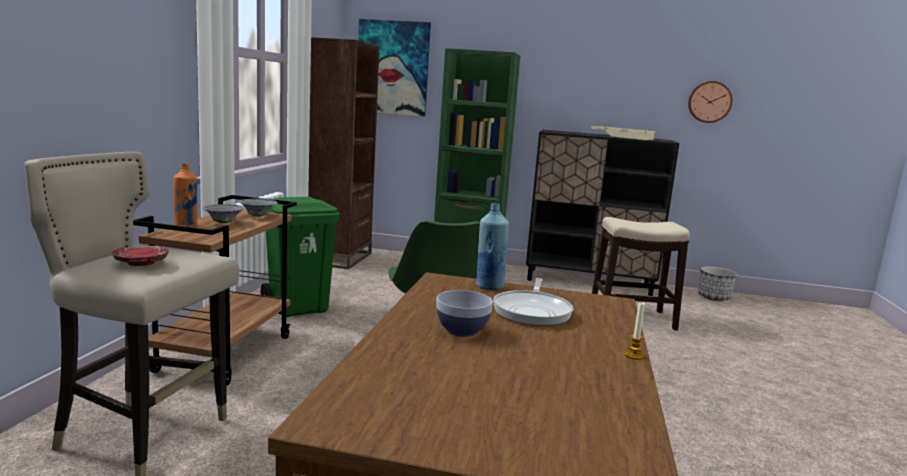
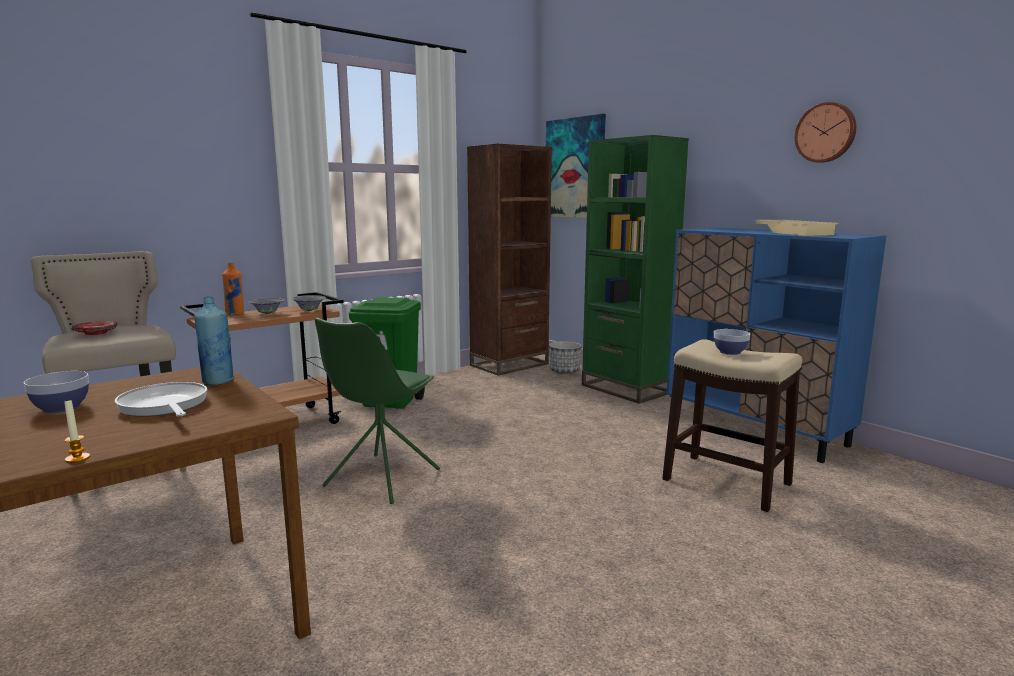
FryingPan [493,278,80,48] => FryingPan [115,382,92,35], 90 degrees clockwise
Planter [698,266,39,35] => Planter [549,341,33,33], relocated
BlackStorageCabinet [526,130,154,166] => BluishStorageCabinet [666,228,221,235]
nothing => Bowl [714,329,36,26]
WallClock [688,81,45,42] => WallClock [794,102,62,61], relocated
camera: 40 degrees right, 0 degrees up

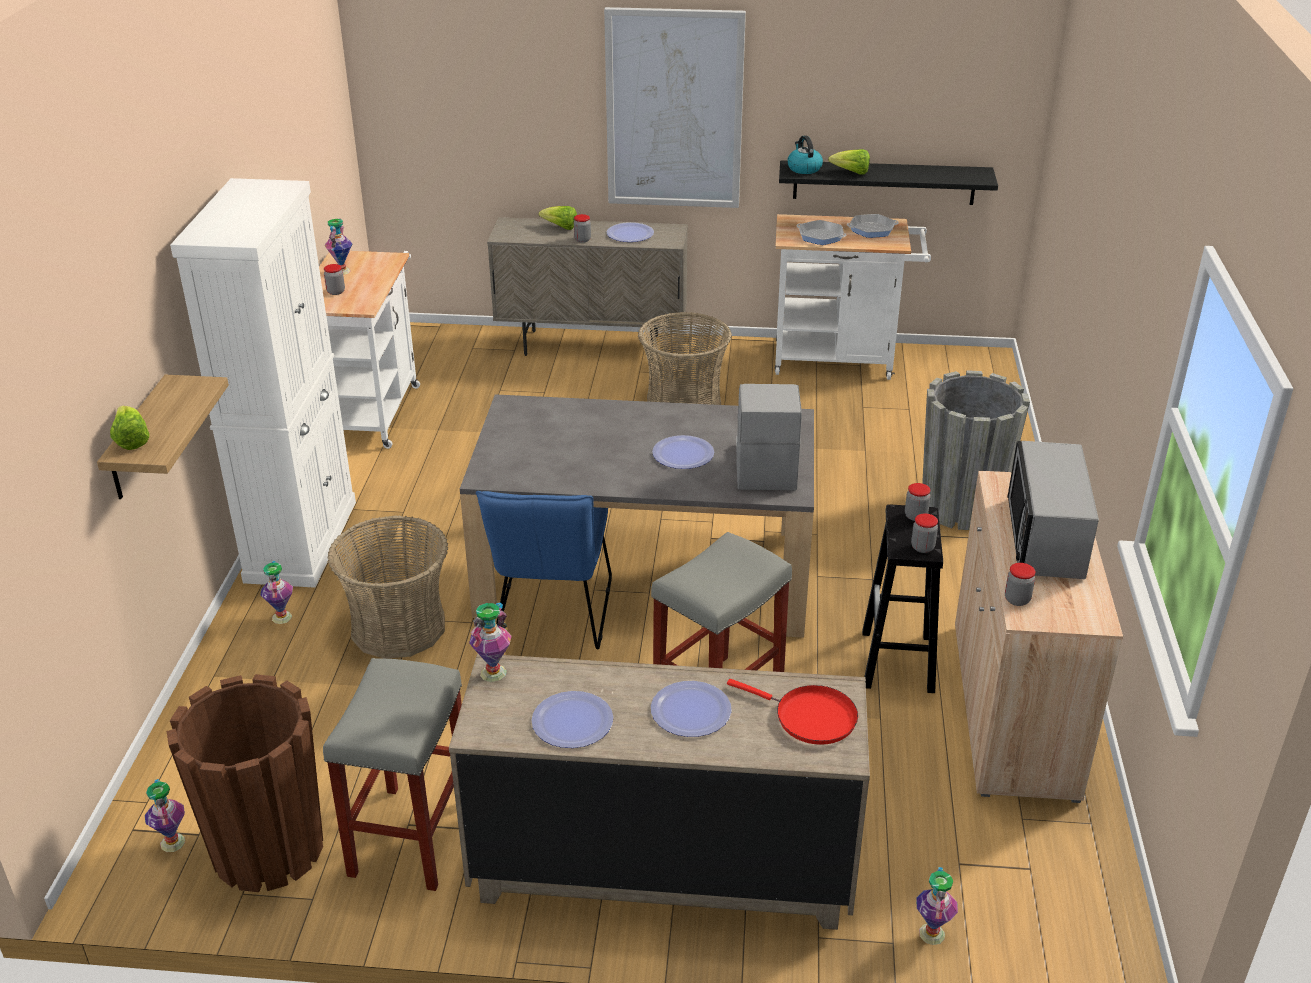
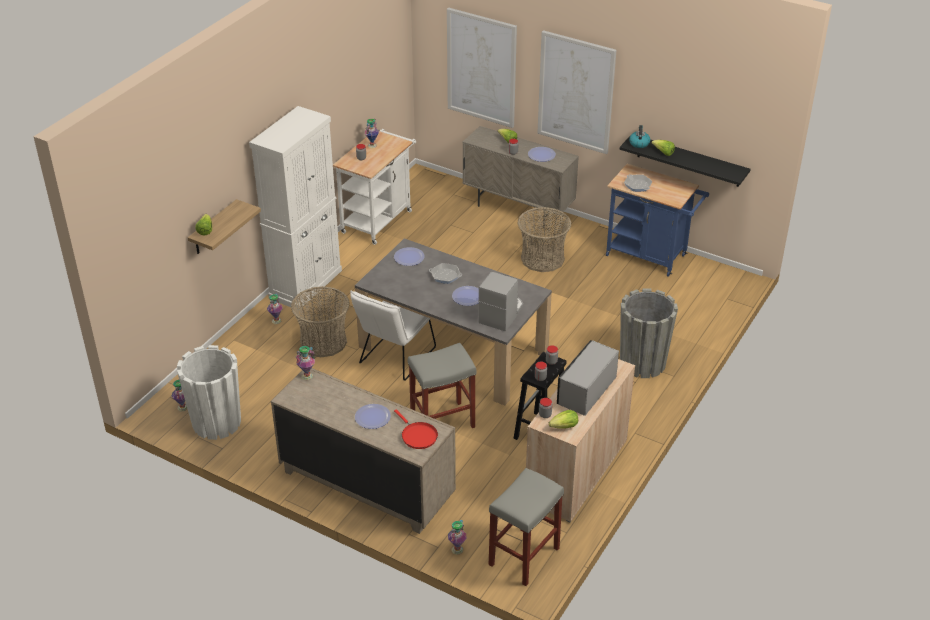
BrownishPlanter [167,674,156,218] => WhiteColouredPlanter [177,345,64,95]
BluishChair [476,491,136,159] => WhiteColouredChair [350,291,86,90]
Plate [531,691,82,57] => Plate [394,247,31,19], relocated
FryingPan [847,214,52,24] => FryingPan [429,263,33,21], relocated
nothing => Picture [447,8,70,120]
GraySittingStool [323,658,139,233] => GraySittingStool [489,468,75,118], relocated
nothing => LettuceHead [549,410,29,19]
WhiteColouredCart [775,214,156,166] => BluishCart [606,164,103,113]
camera: 25 degrees right, 5 degrees up

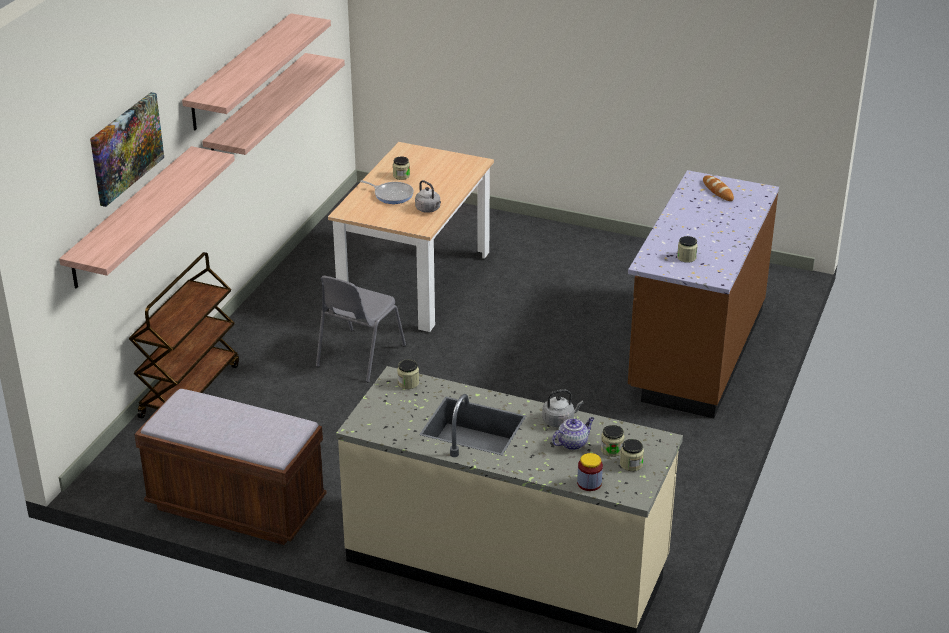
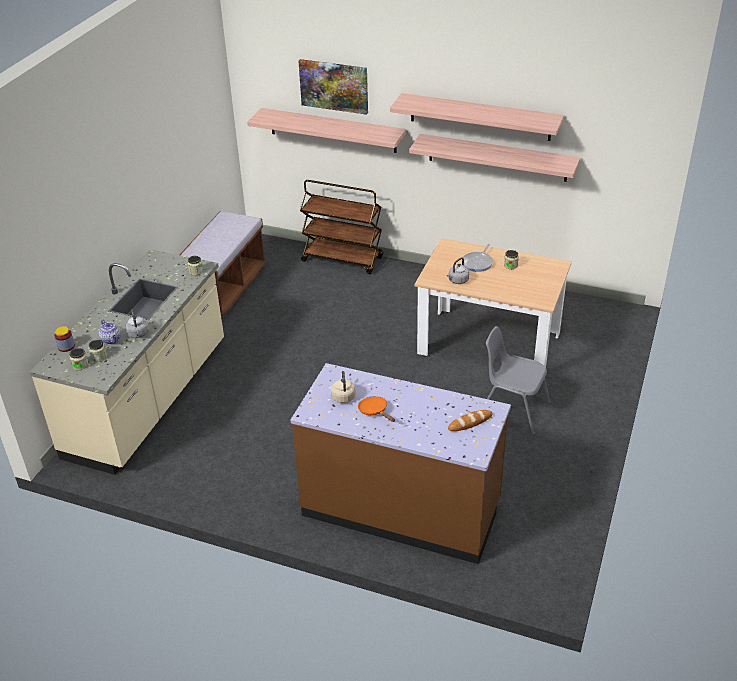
PreserveJar [677,236,21,27] => BeigeColouredKettle [331,371,25,32]
nothing => OrangeColouredFryingPan [358,396,37,26]
GrayChair [316,276,90,106] => GrayChair [486,326,64,109], relocated
camera: 90 degrees right, 5 degrees up

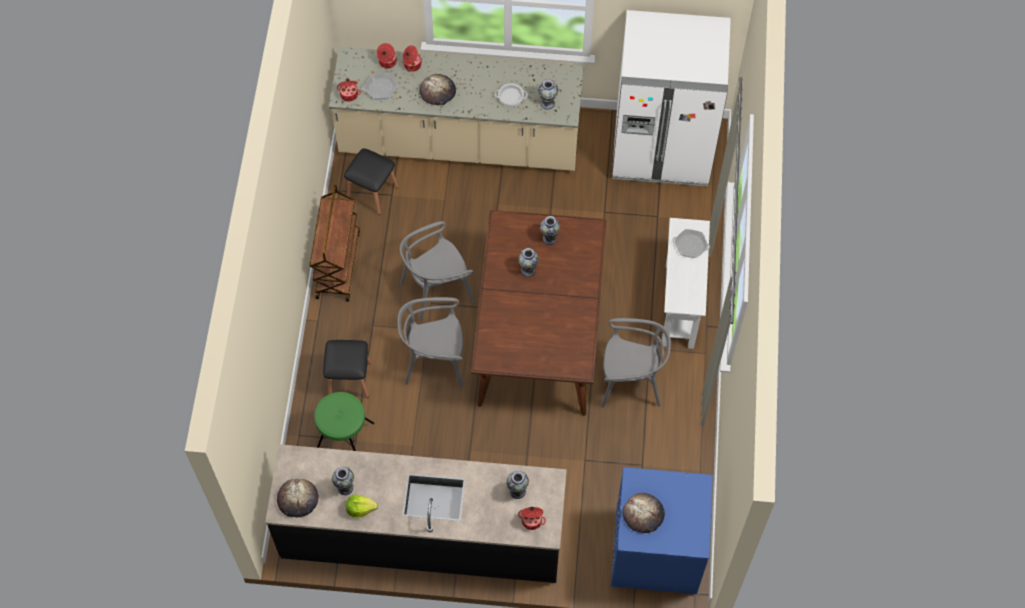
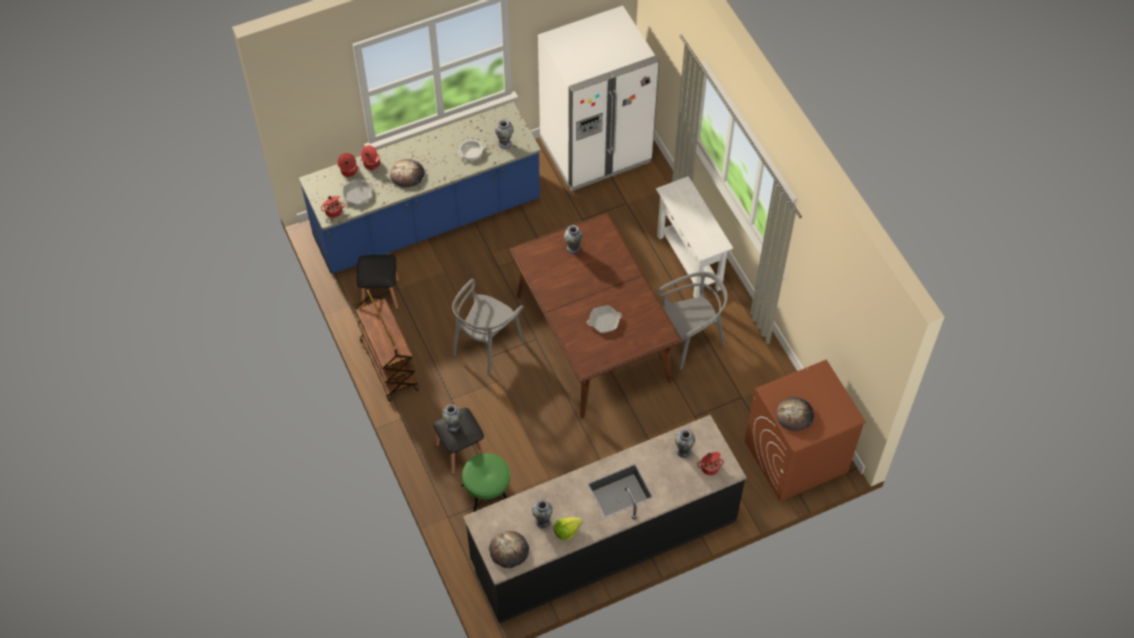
BeigeColouredKitchenBaseUnit [329,47,255,124] => BluishKitchenBaseUnit [299,102,242,172]
DecorativeVase [518,248,21,29] => DecorativeVase [442,404,20,28], relocated
FryingPan [672,229,38,29] => FryingPan [587,305,35,28], relocated
BluishWashingMachine [611,467,102,127] => BrownishWashingMachine [745,360,121,141]
GrayChair [398,297,66,90] => nothing
camera: 30 degrees left, 5 degrees down

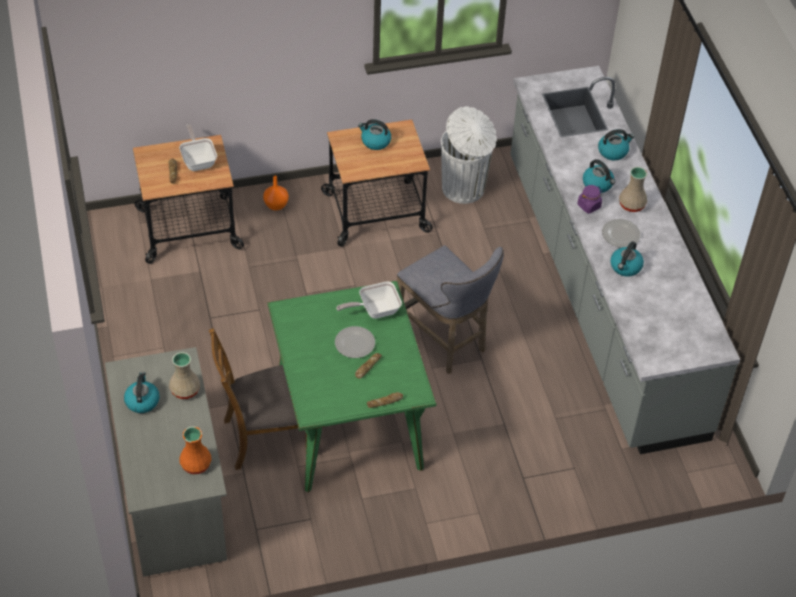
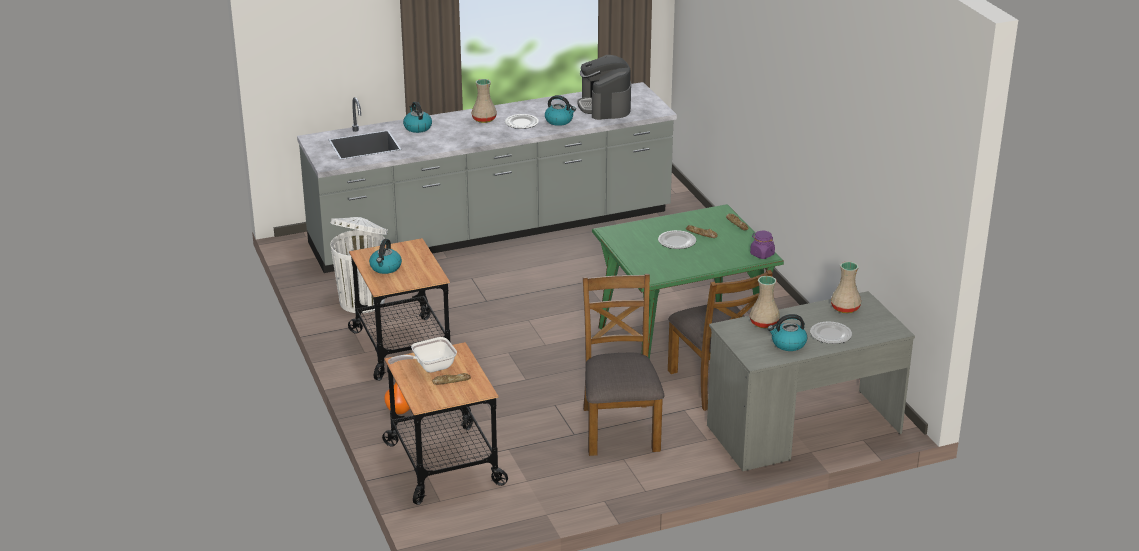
nothing => CoffeeMaker [577,55,54,65]
nothing => BrownishChair [583,274,81,182]
PurpleColouredPreserveJar [578,185,24,29] => PurpleColouredPreserveJar [750,231,25,28], relocated
nothing => Plate [810,321,42,23]
OrangeColouredDecorativeVase [179,426,33,48] => BeigeColouredDecorativeVase [831,261,30,52]
FryingPan [336,281,66,38] => nothing
GraySittingStool [397,245,107,129] => nothing
Kettle [583,159,32,34] => nothing
camera: 95 degrees left, 20 degrees down

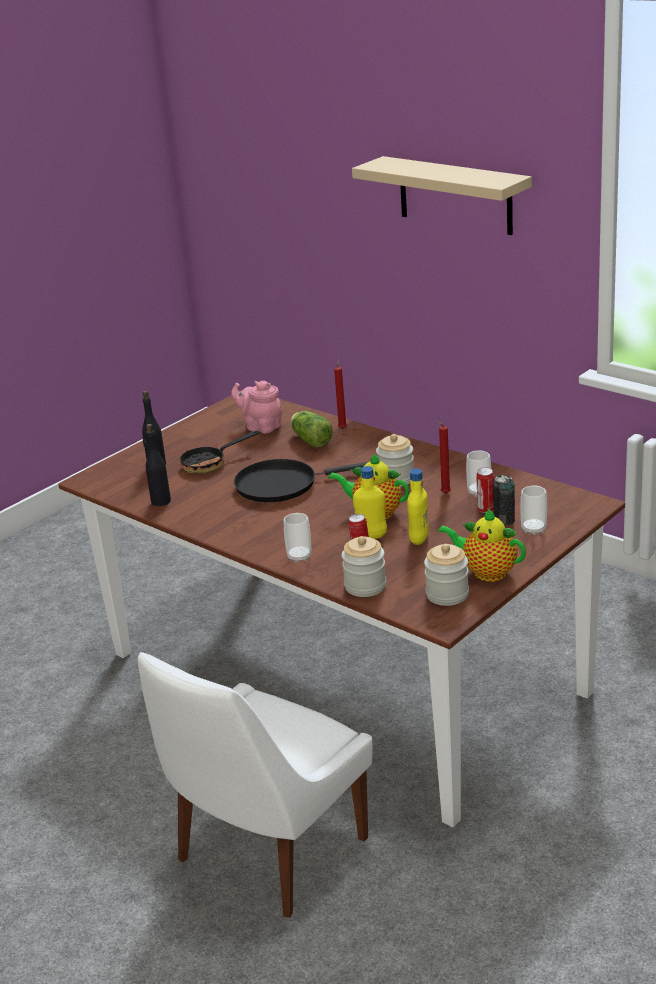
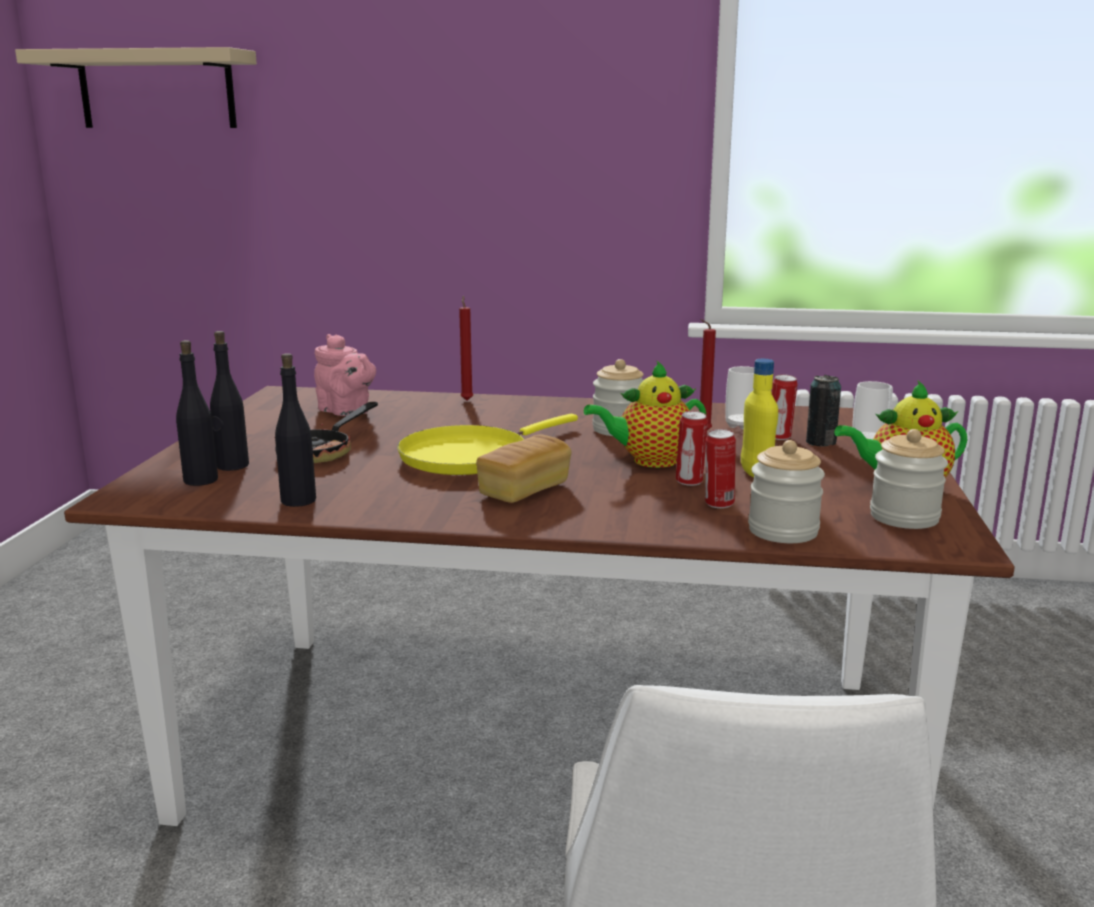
BeigeColouredWallShelf [352,156,180,79] => BeigeColouredWallShelf [15,47,242,81], relocated
nothing => BlackDrinkBottle [176,340,42,146]
PinkishTeapot [231,381,51,52] => PinkishTeapot [314,334,62,82], 135 degrees counterclockwise
BlackFryingPan [234,459,134,43] => YellowFryingPan [397,414,181,61]
nothing => Bread [476,434,96,69]
YellowDrinkBottle [353,466,34,73] => Can [676,411,32,75]
DrinkingCup [284,513,28,50] => nothing
LettuceHead [290,411,43,36] => nothing
camera: 35 degrees left, 10 degrees down

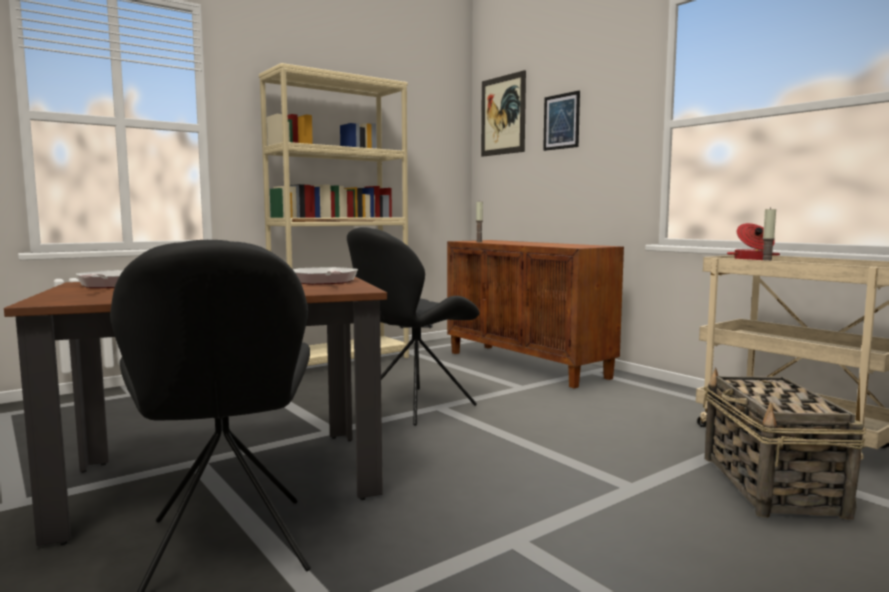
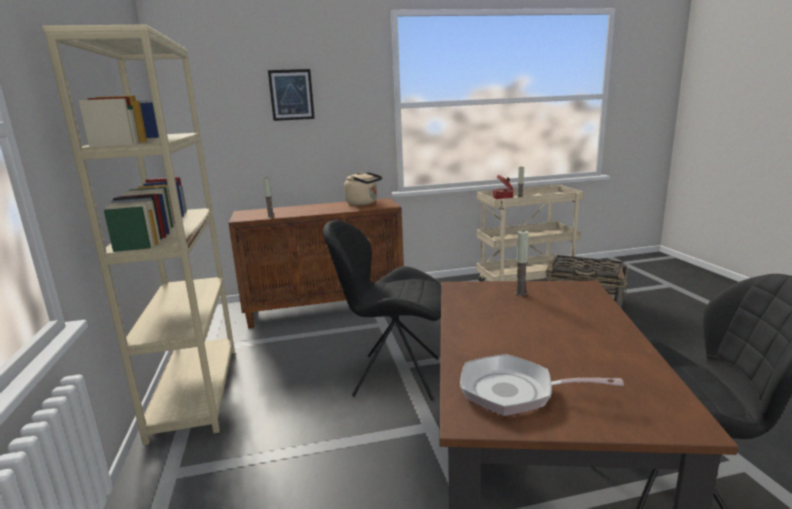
BlackChair [347,227,133,199] => BlackChair [323,220,118,180], 120 degrees clockwise
nothing => BeigeColouredKettle [344,172,38,34]
FryingPan [293,267,65,18] => Candle [515,230,14,66]
Picture [481,70,45,87] => nothing
camera: 65 degrees left, 10 degrees up

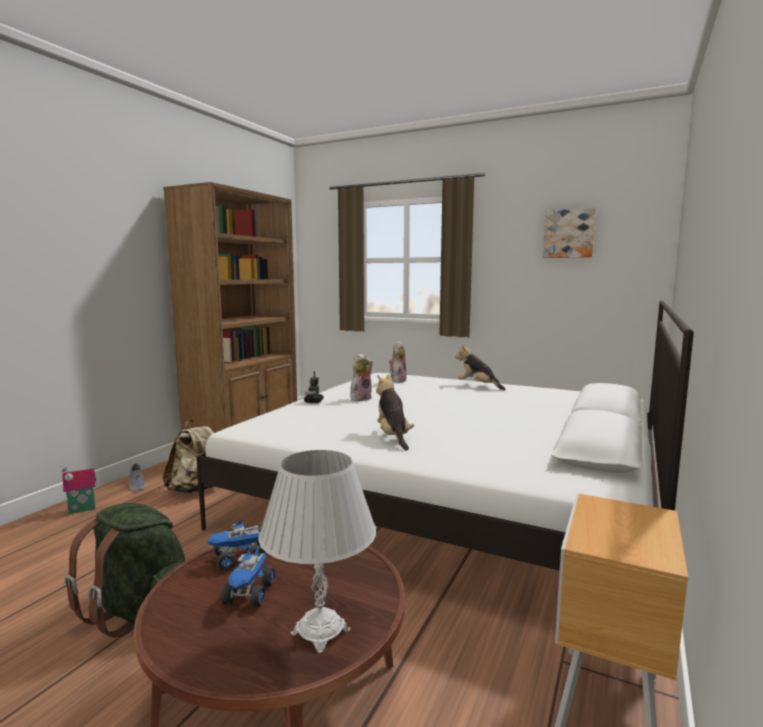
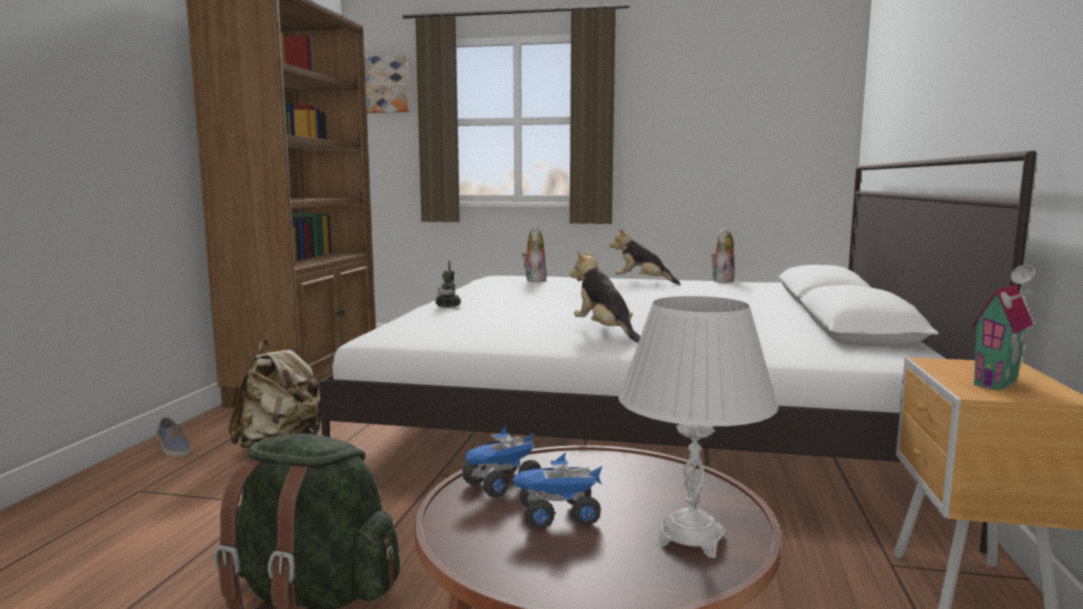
Picture [543,208,53,50] => Picture [365,55,45,58], relocated
ModelTruck [220,545,55,63] => ModelTruck [512,452,90,77], 90 degrees clockwise
PlushToy [350,353,23,48] => PlushToy [711,227,24,56], relocated
MiniatureHouse [60,464,36,50] => MiniatureHouse [970,265,64,125], relocated
camera: 15 degrees left, 0 degrees up

